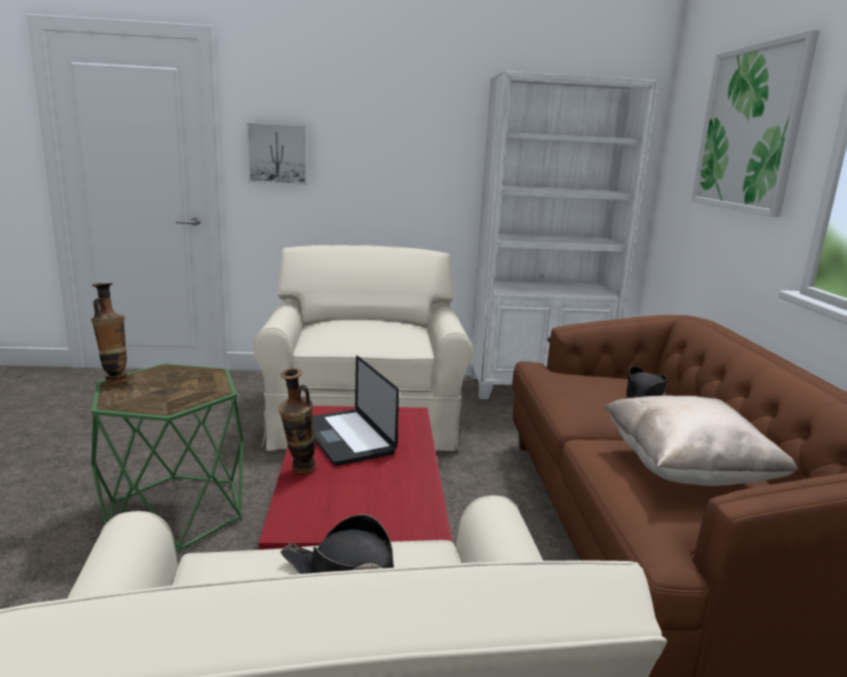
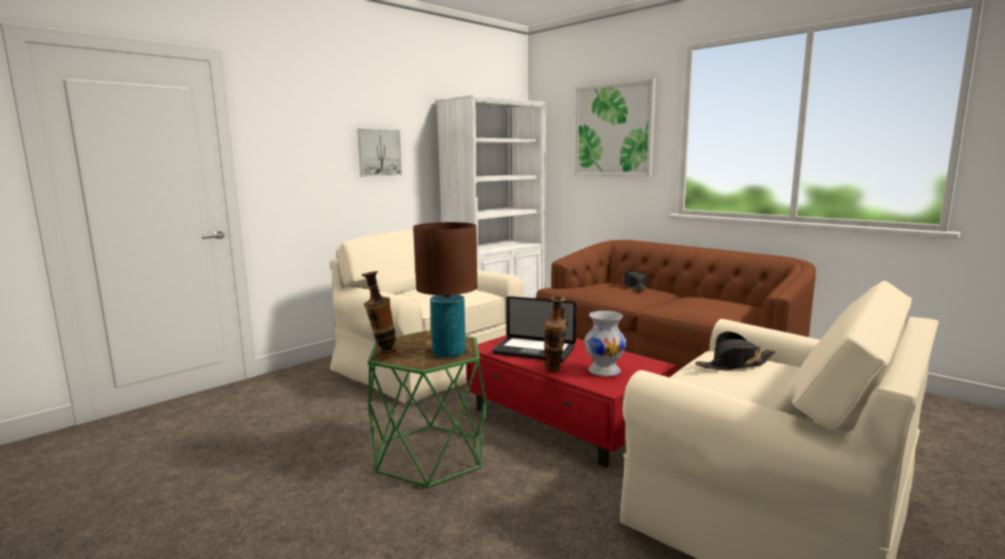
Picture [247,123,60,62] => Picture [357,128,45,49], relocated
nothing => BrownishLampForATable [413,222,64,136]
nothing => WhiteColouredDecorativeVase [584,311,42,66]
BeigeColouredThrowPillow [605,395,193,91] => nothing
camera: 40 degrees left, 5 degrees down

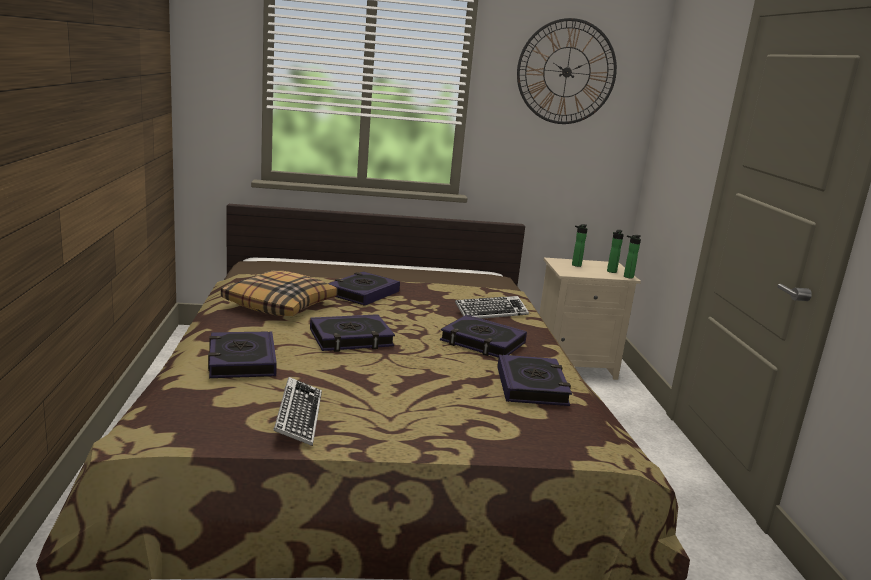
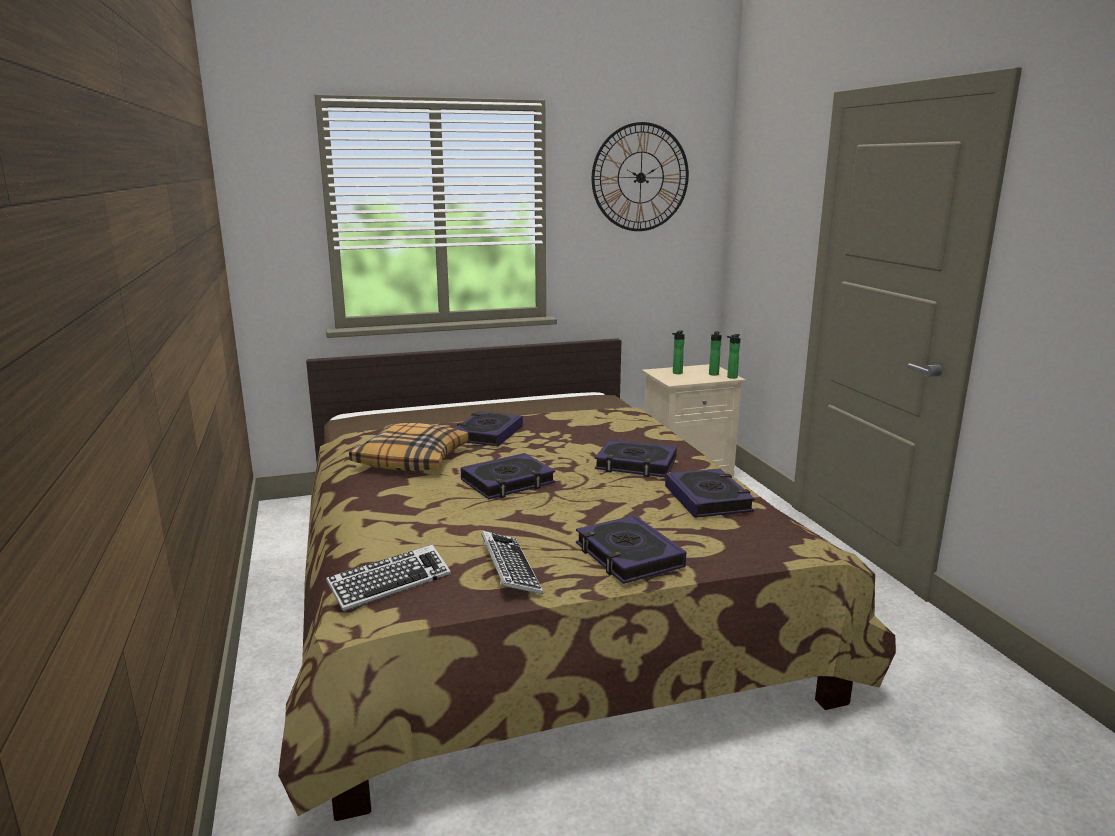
ComputerKeyboard [455,296,74,23] => ComputerKeyboard [326,545,125,67], relocated
Volume [208,331,69,47] => Volume [576,515,110,69], relocated
camera: 10 degrees left, 0 degrees up

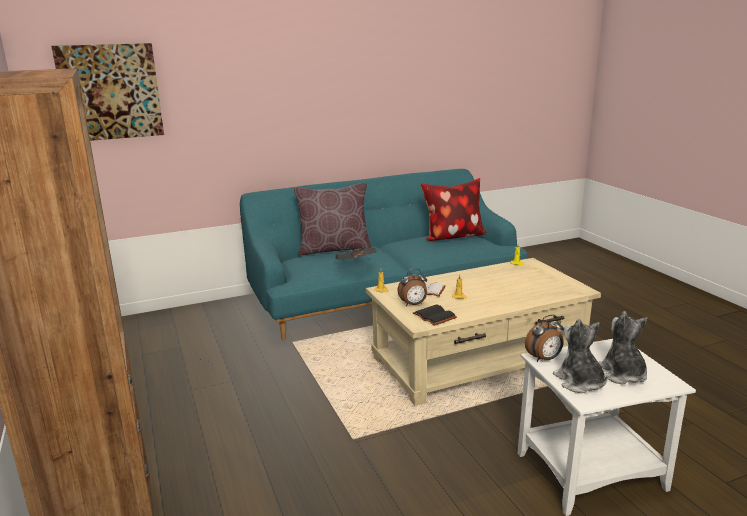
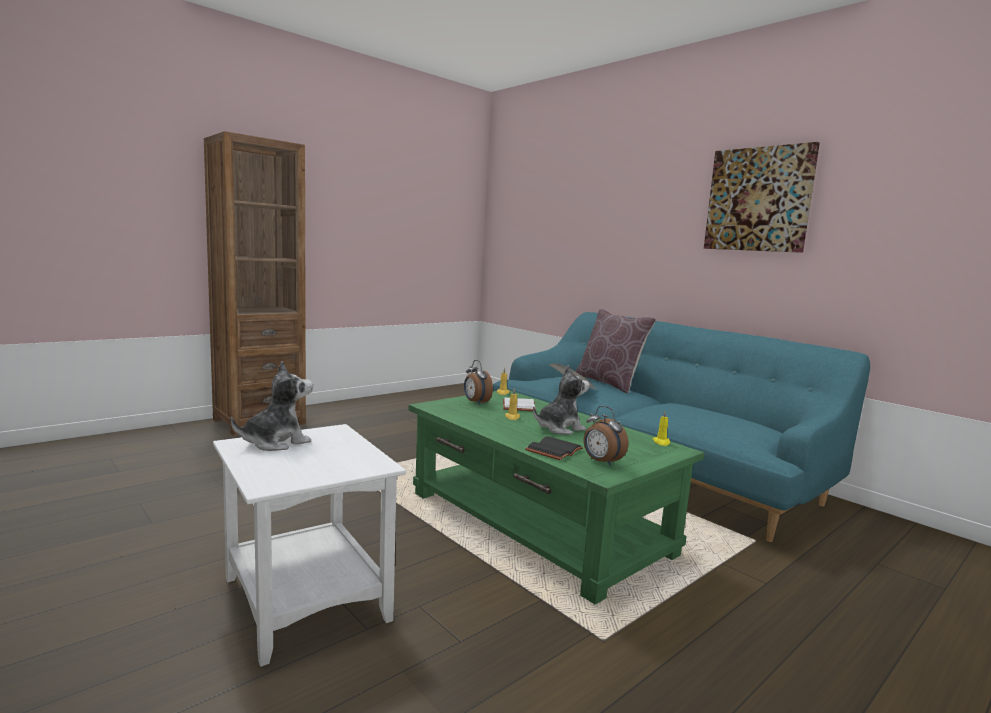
BeigeColouredLowTable [366,258,235,148] => GreenColouredLowTable [409,390,295,214]
BlackVolume [413,304,44,22] => BlackVolume [525,437,58,23], relocated
PlushToy [598,311,49,73] => PlushToy [533,365,56,69], relocated
AlarmClock [525,315,39,47] => AlarmClock [584,406,44,60], relocated
Picture [51,43,113,98] => Picture [704,142,116,111], relocated
ThrowPillow [421,178,65,63] => nothing
camera: 70 degrees right, 10 degrees down

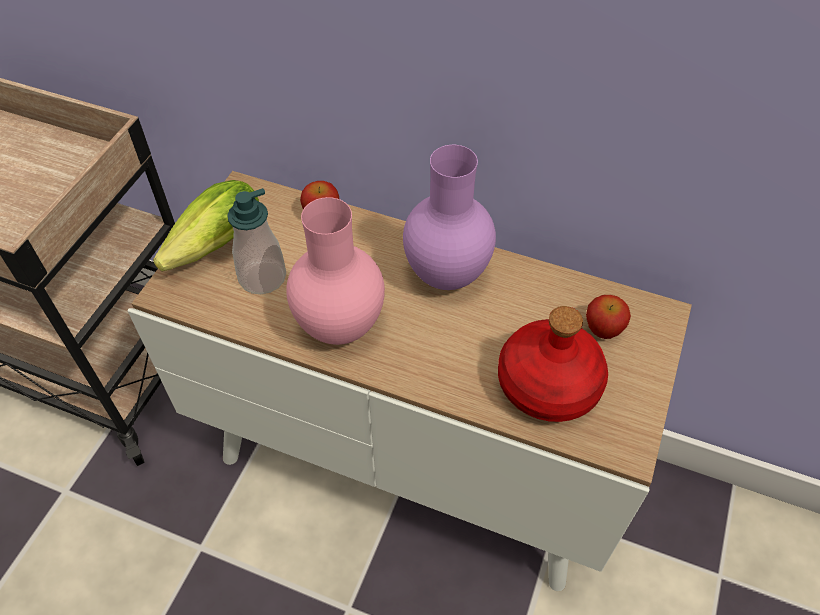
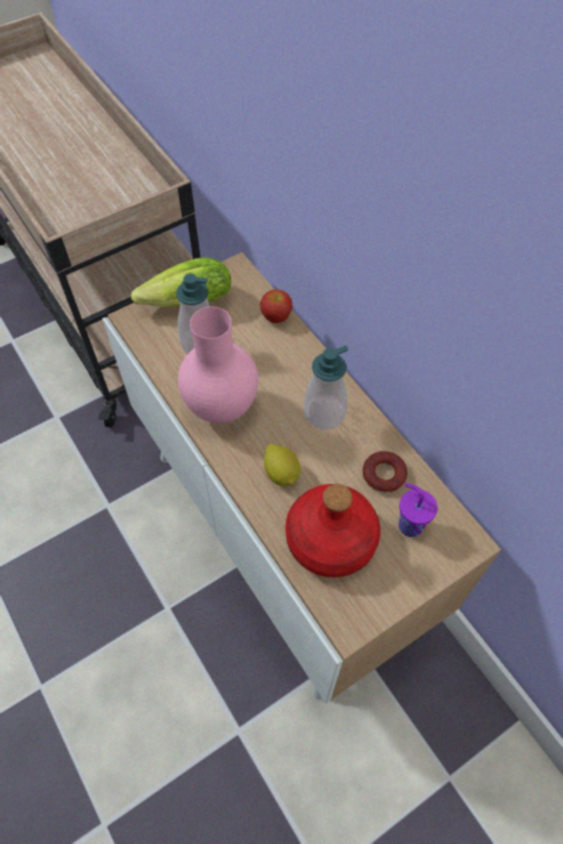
nothing => Lemon [264,444,37,42]
PurpleColouredDecorativeVase [403,145,93,145] => SoapDispenser [304,345,44,85]
nothing => Donut [363,451,45,42]
AppleFruit [586,295,45,44] => PurpleColouredDrinkingCup [399,483,39,54]
camera: 35 degrees right, 5 degrees up

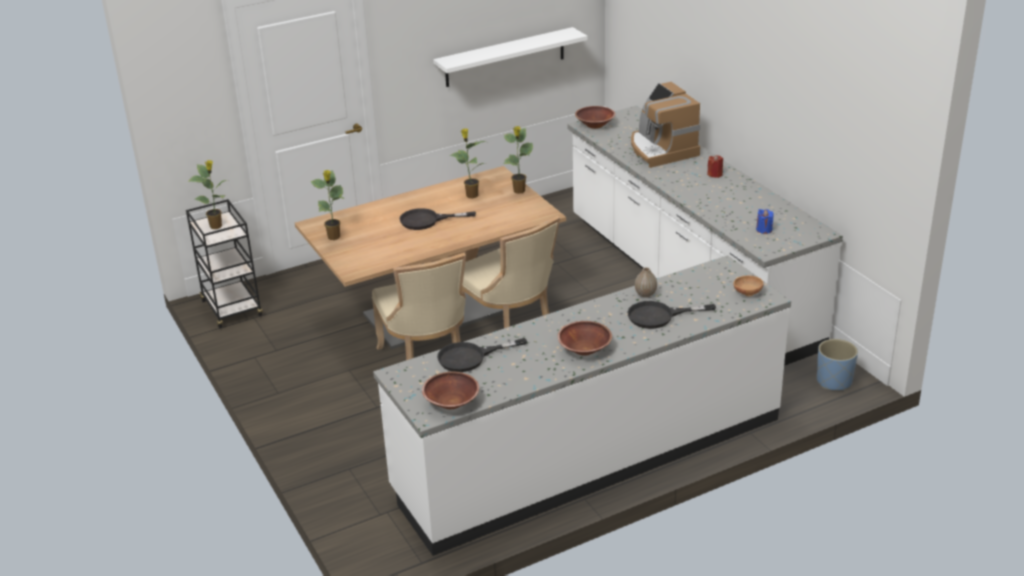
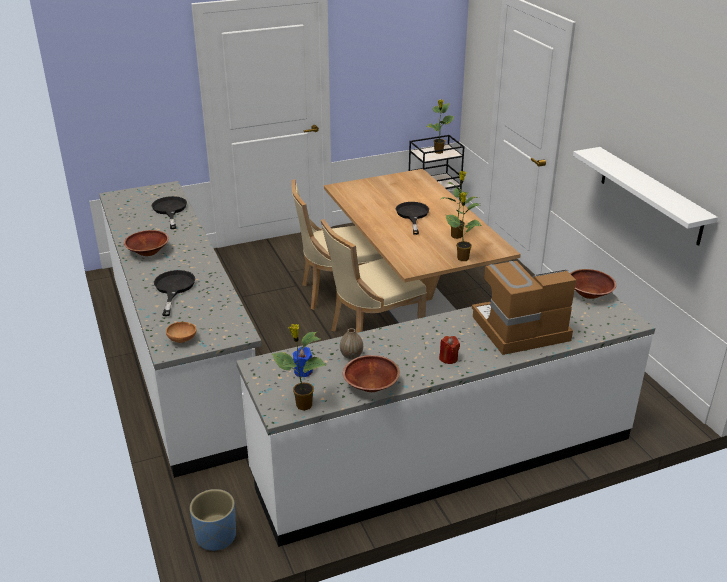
Houseplant [311,170,33,70] => Houseplant [272,324,54,87], relocated
DecorativeVase [635,267,22,31] => DecorativeVase [340,328,23,32], relocated
BrownishBowl [422,372,57,37] => BrownishBowl [343,355,57,37], relocated
camera: 95 degrees right, 0 degrees up

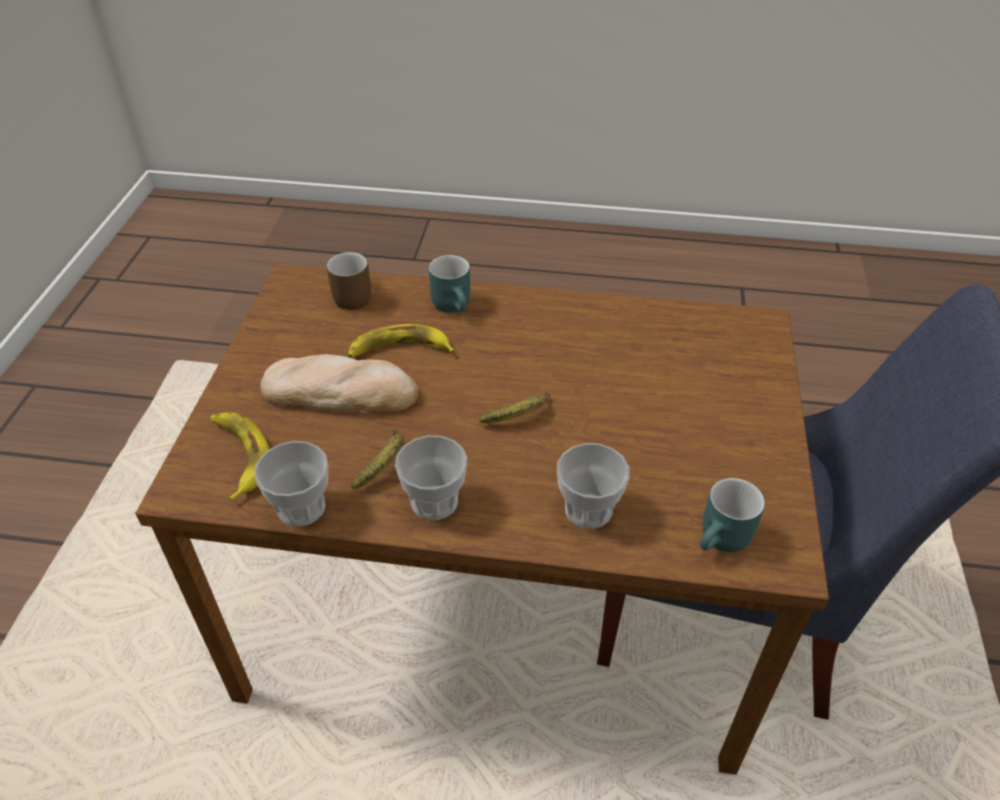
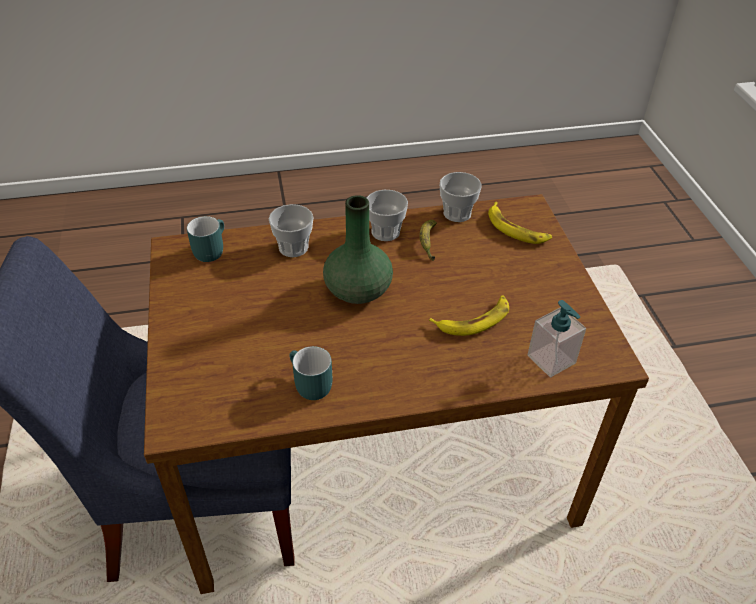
TurquoiseMug [429,255,41,58] => TurquoiseMug [290,346,42,54], relocated
Banana [479,392,71,31] => GreenColouredDecorativeVase [323,195,70,109]
BrownishMug [327,252,44,58] => SoapDispenser [527,300,59,77]
Bread [260,354,158,61] => nothing
camera: 160 degrees right, 0 degrees up

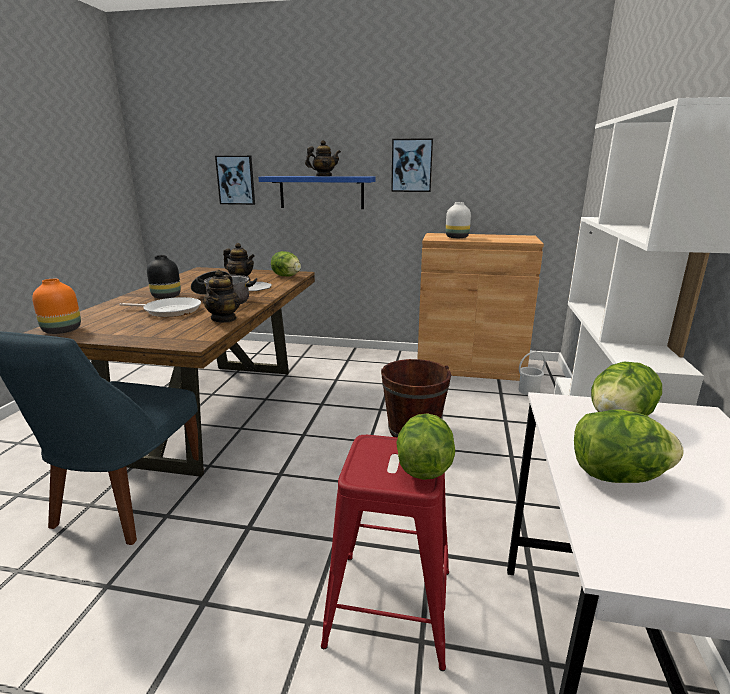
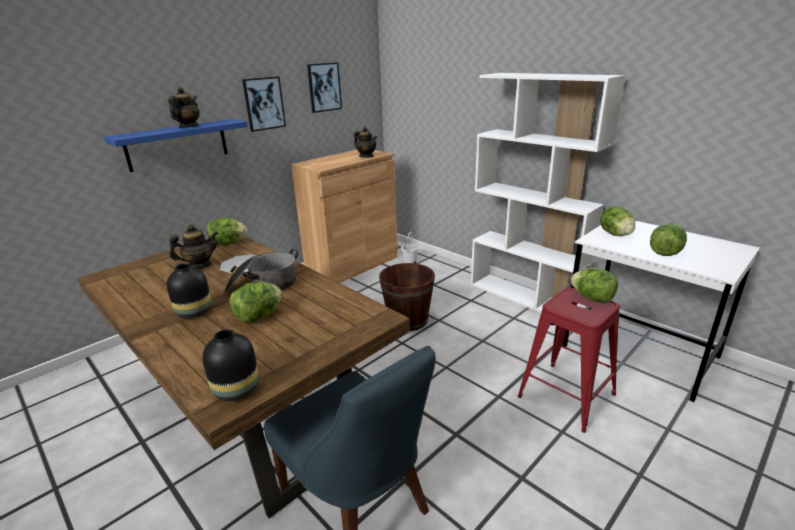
OrangeColouredDecorativeVase [32,279,49,55] => BlackDecorativeVase [202,329,57,72]
FryingPan [119,297,82,20] => LettuceHead [229,281,53,42]
Picture [215,156,40,49] => Picture [307,62,35,51], relocated
Teapot [203,270,38,53] => Teapot [354,127,23,31], relocated
WhiteColouredDecorativeVase [446,202,25,36] => nothing
camera: 55 degrees left, 5 degrees up

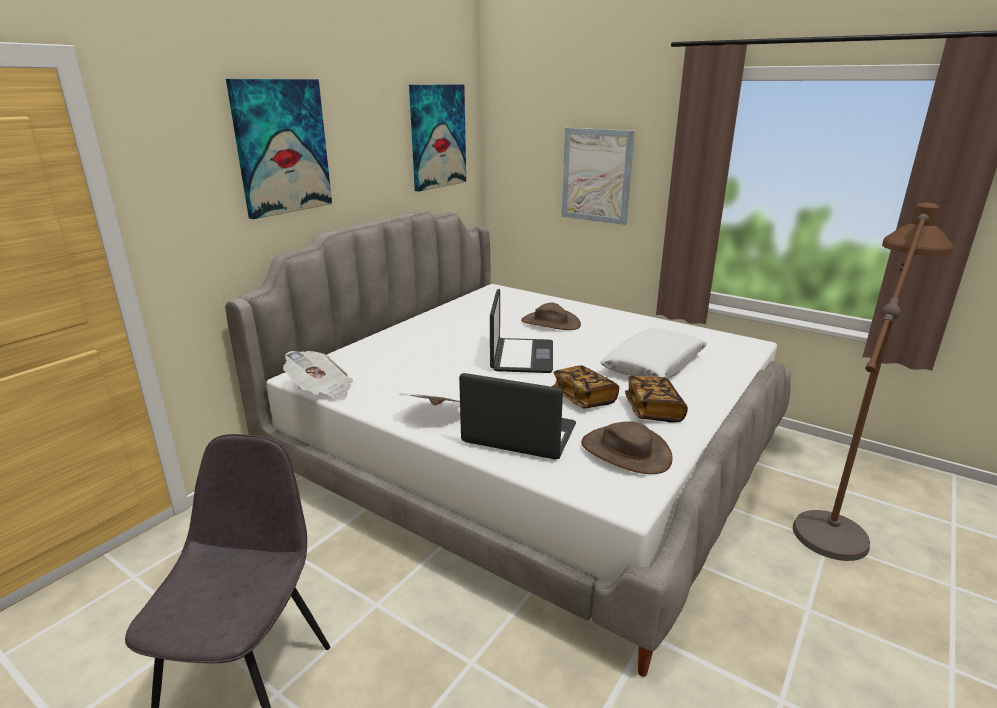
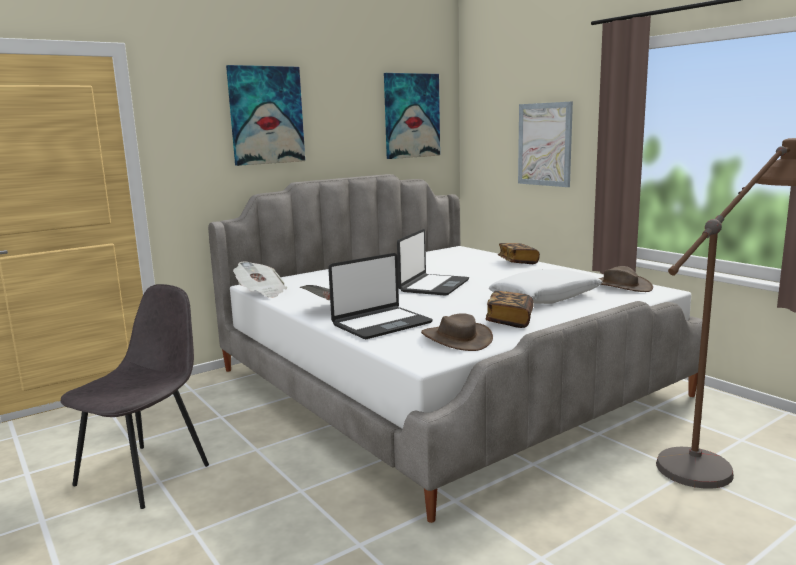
NotebookComputer [459,373,117,86] => NotebookComputer [328,253,105,86], 105 degrees clockwise
Volume [551,365,68,44] => Volume [498,243,42,21], relocated
BrownishWearableHat [521,302,60,28] => BrownishWearableHat [599,266,54,26], relocated
camera: 20 degrees right, 10 degrees down

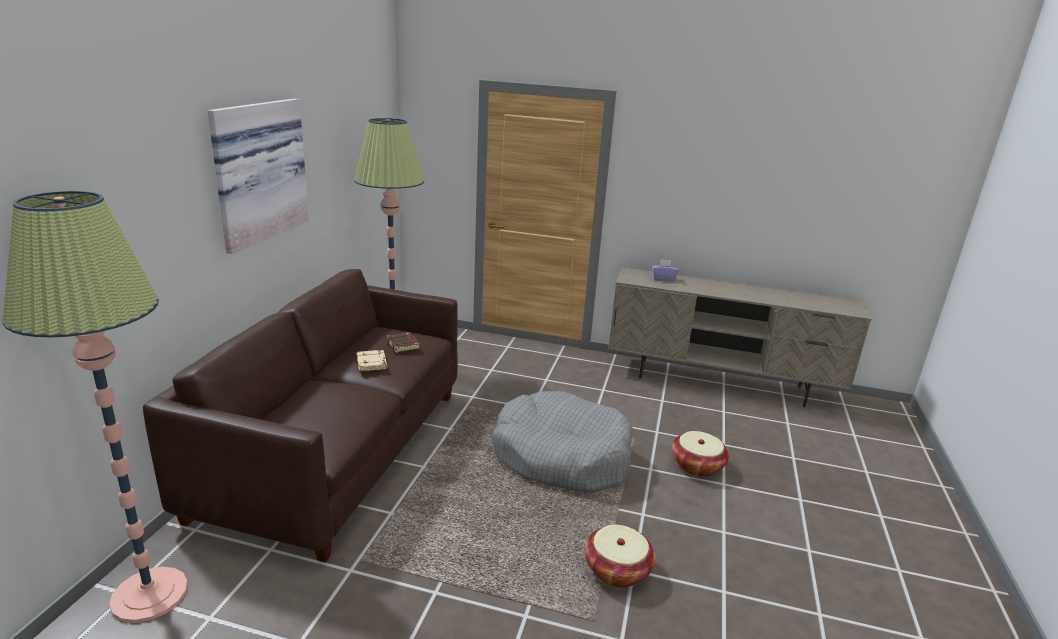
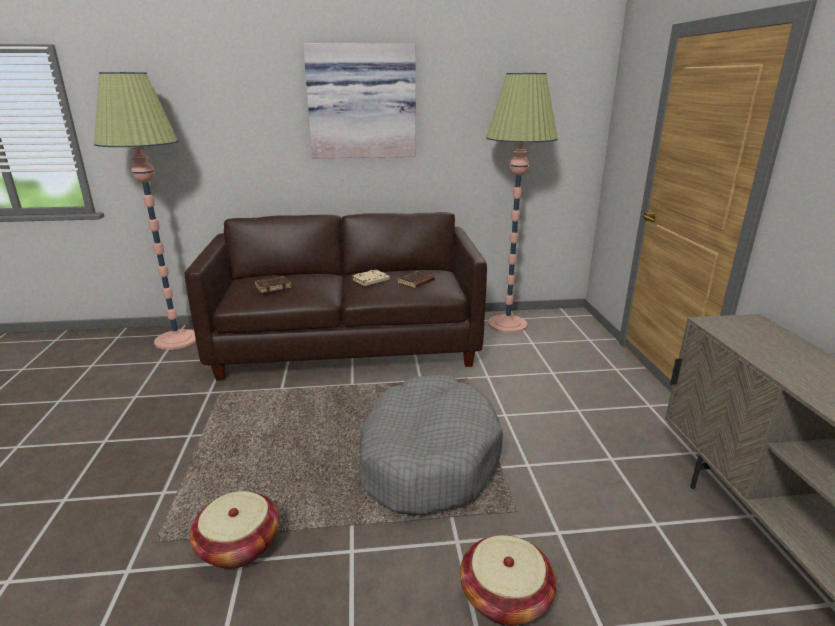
nothing => BrownishVolume [255,276,37,17]
PurpleColouredTissueBox [652,259,26,22] => nothing
camera: 70 degrees right, 0 degrees up

